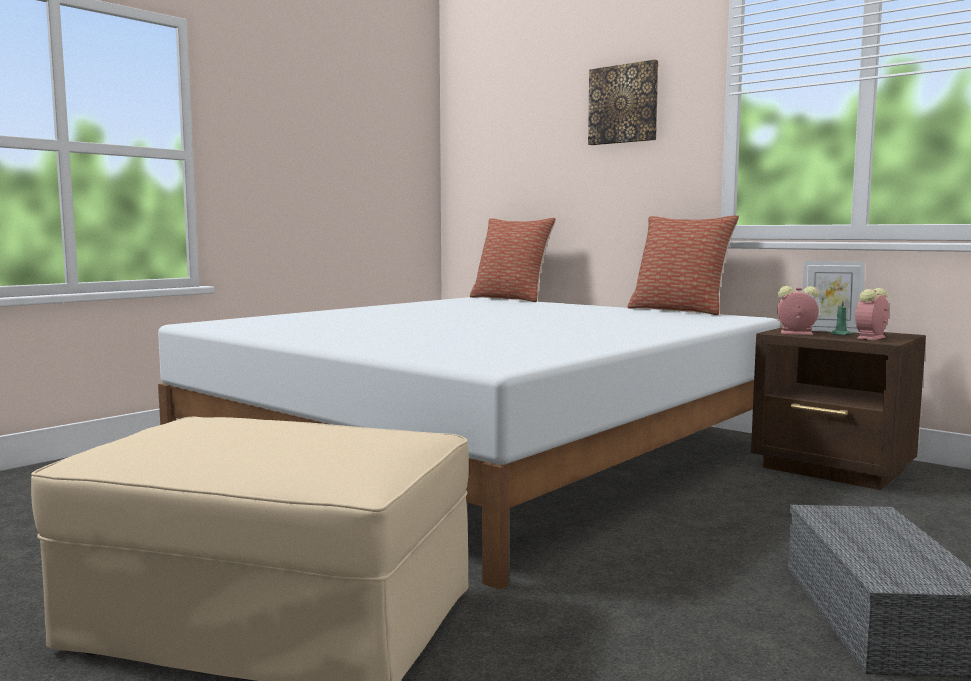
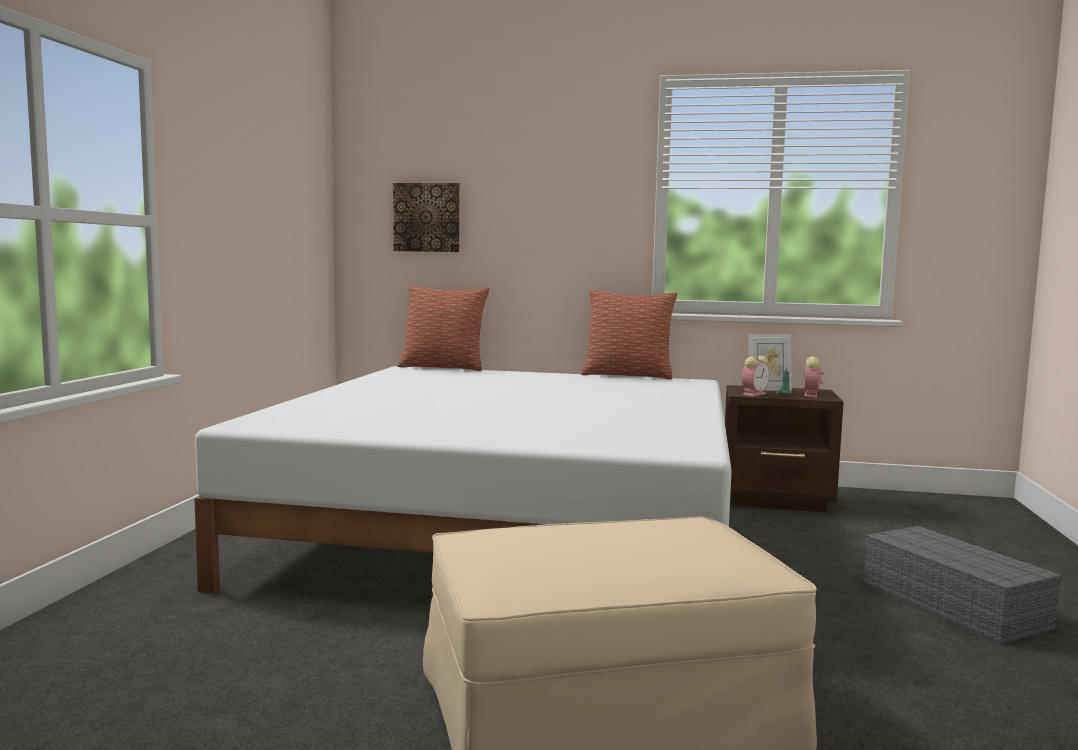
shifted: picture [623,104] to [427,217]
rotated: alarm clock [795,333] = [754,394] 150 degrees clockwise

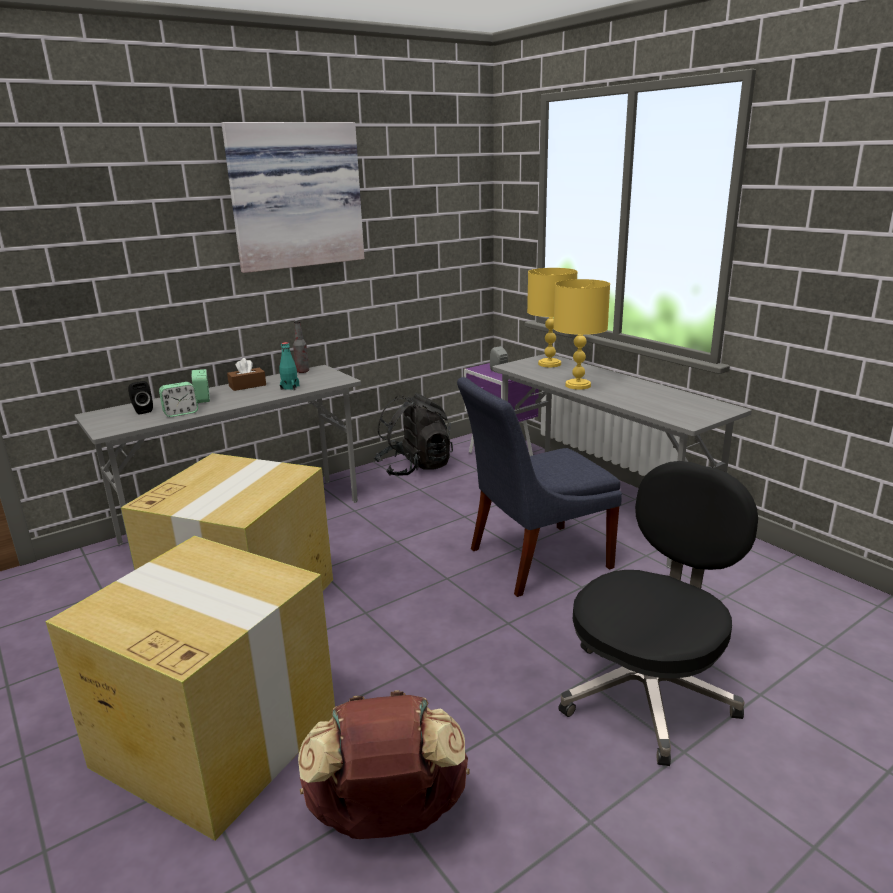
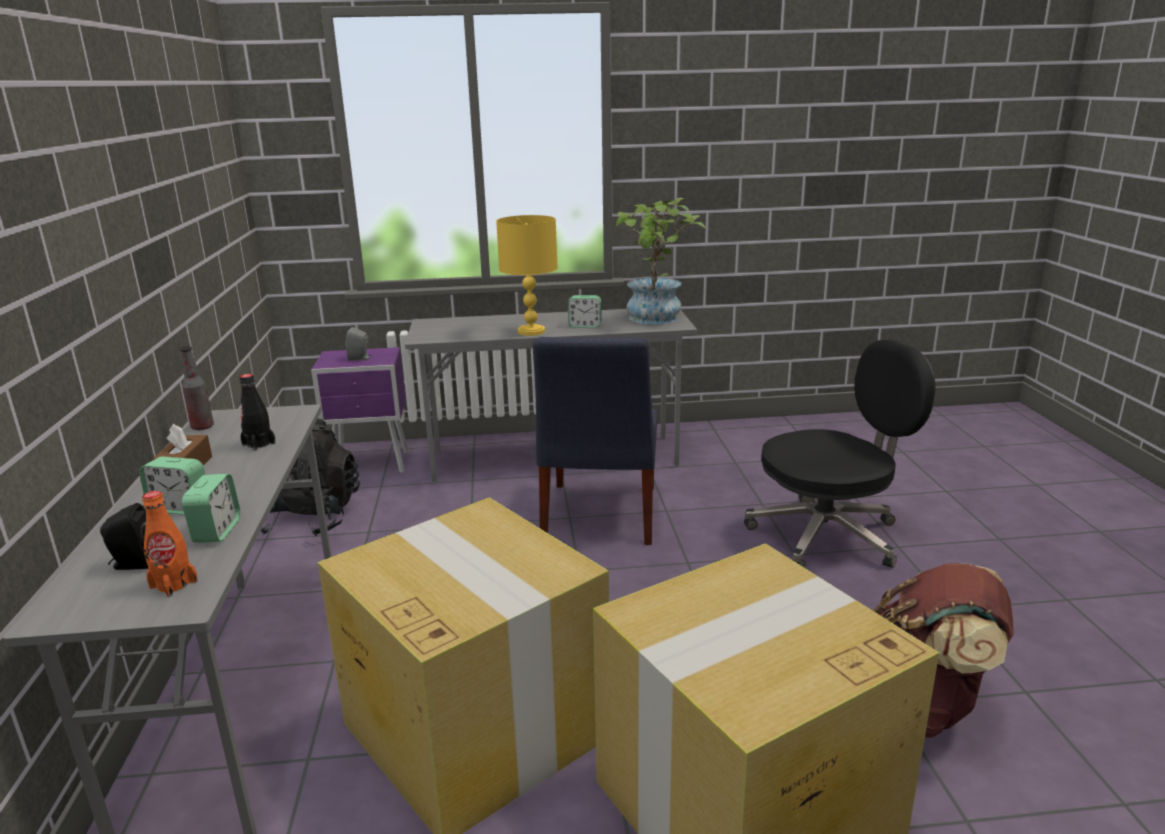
gone: picture [295,196]; yellow table lamp [550,364]
new: orange bottle [173,584]; alarm clock [585,325]; potted plant [656,319]
repainted: turquoise bottle [290,387] to black bottle [259,444]
rotated: black office chair [648,693] = [828,535] 90 degrees clockwise

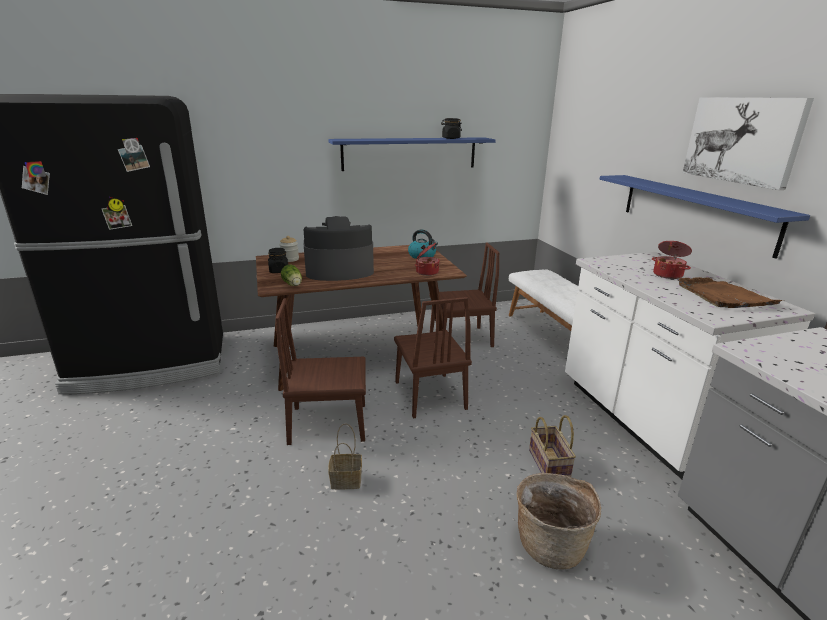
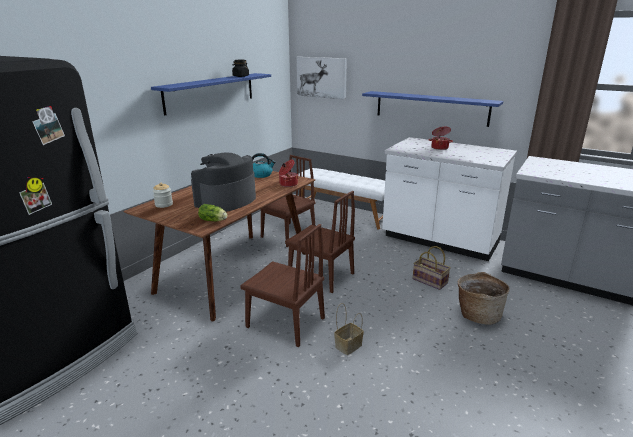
gone: black jar [278,271]; brown tray [724,296]
shifted: picture [742,140] to [322,77]
rotated: brown chair [328,423] = [285,322] 105 degrees counterclockwise

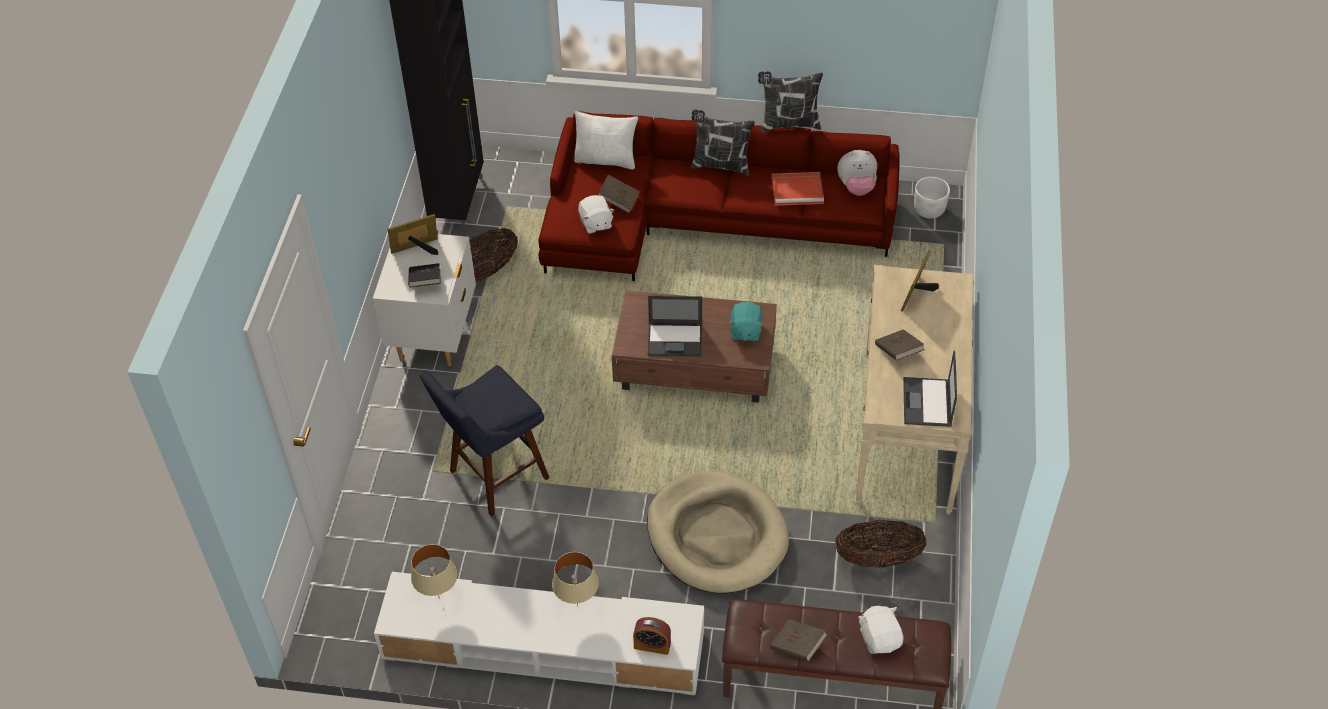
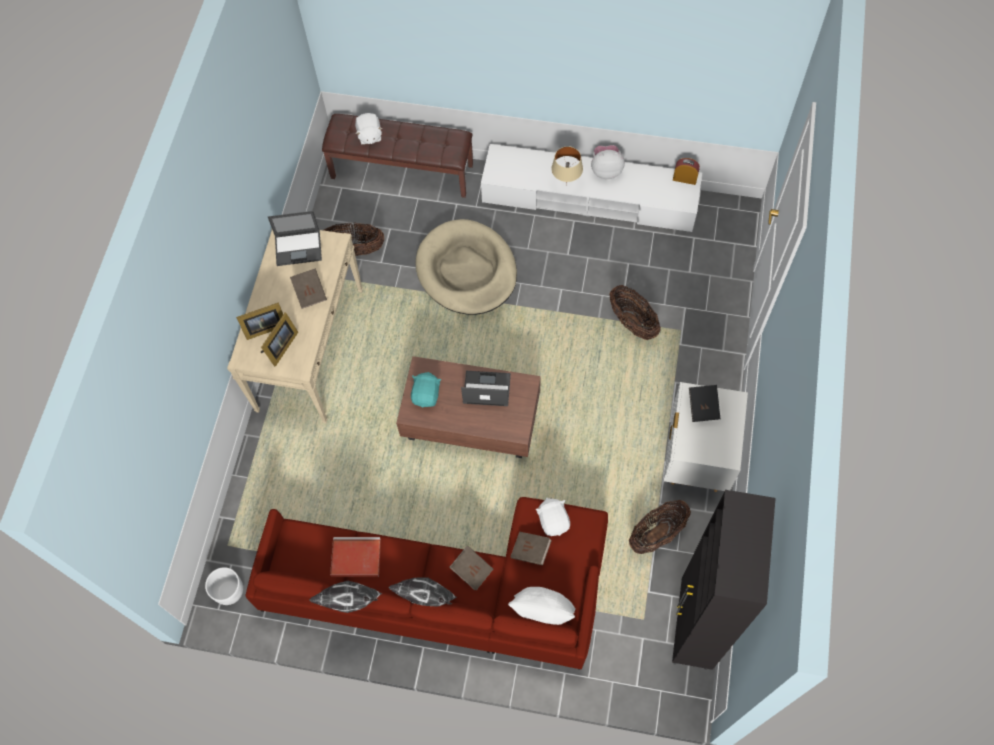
gone: beige table lamp [439,598]
shifted: picture frame [418,249] to [264,328]; alarm clock [652,645] to [684,178]; brown book [797,647] to [472,570]; plush toy [856,187] to [606,170]
swapped: blue stool [494,478] to basket [632,322]
rotated: laptop [927,403] = [299,247] 75 degrees clockwise

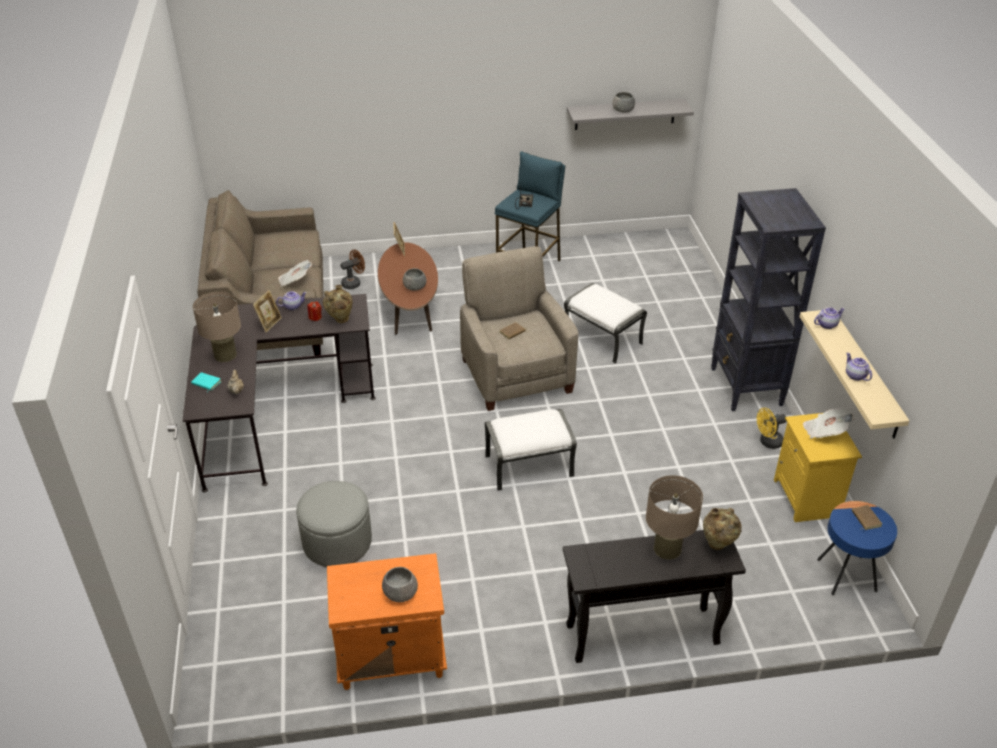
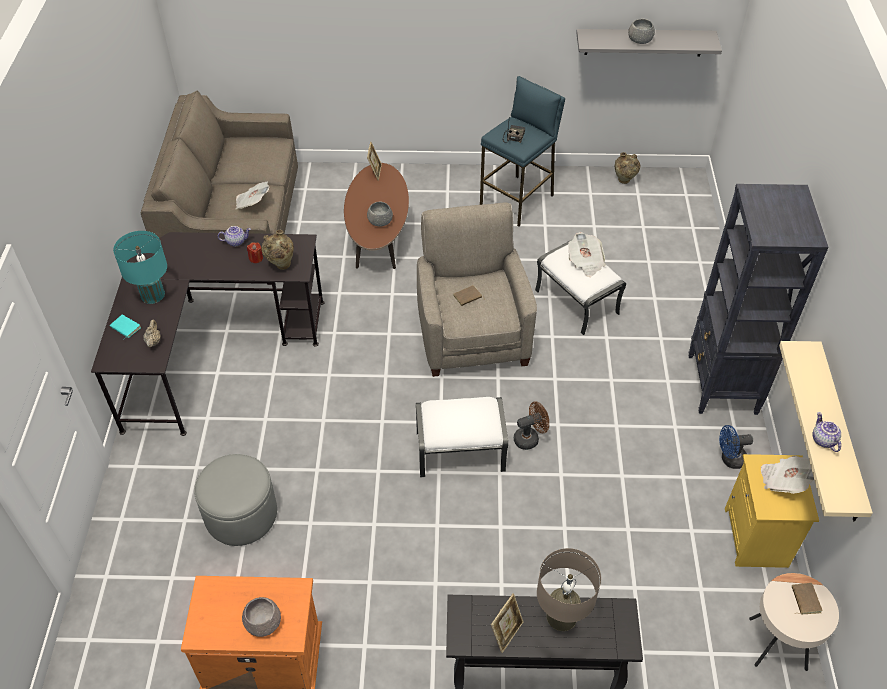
gone: teapot [826,324]
new: newspaper [585,262]
shifted: picture frame [269,323] to [506,633]; brown fan [354,283] to [530,438]; beige vase [718,546] to [624,181]
repainted: beige table lamp [225,355] to turquoise table lamp [152,295]; yellow fan [768,442] to blue fan [729,459]; blue side table [846,575] to beige side table [777,644]

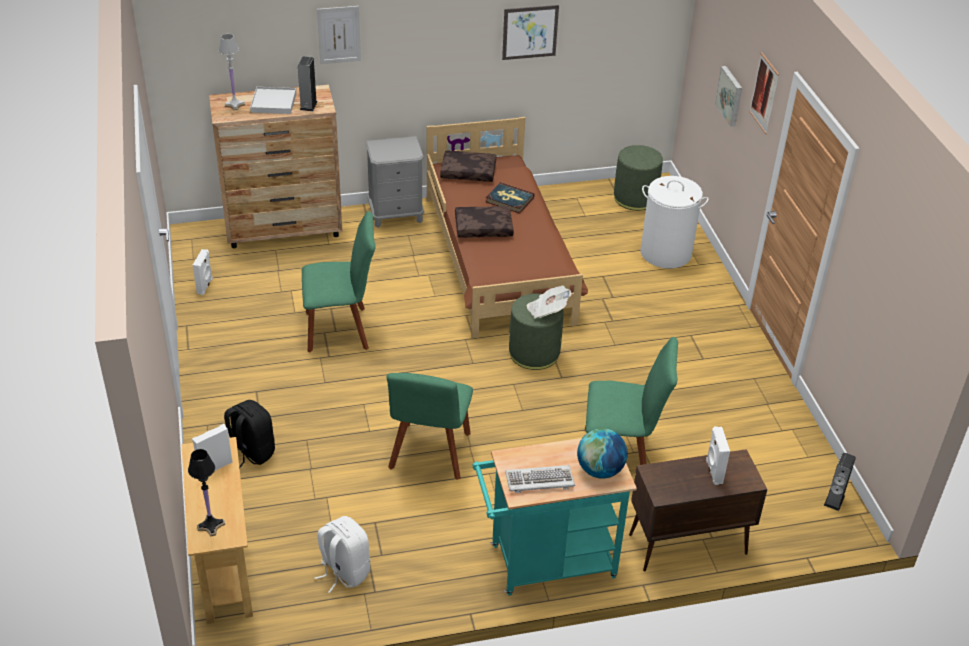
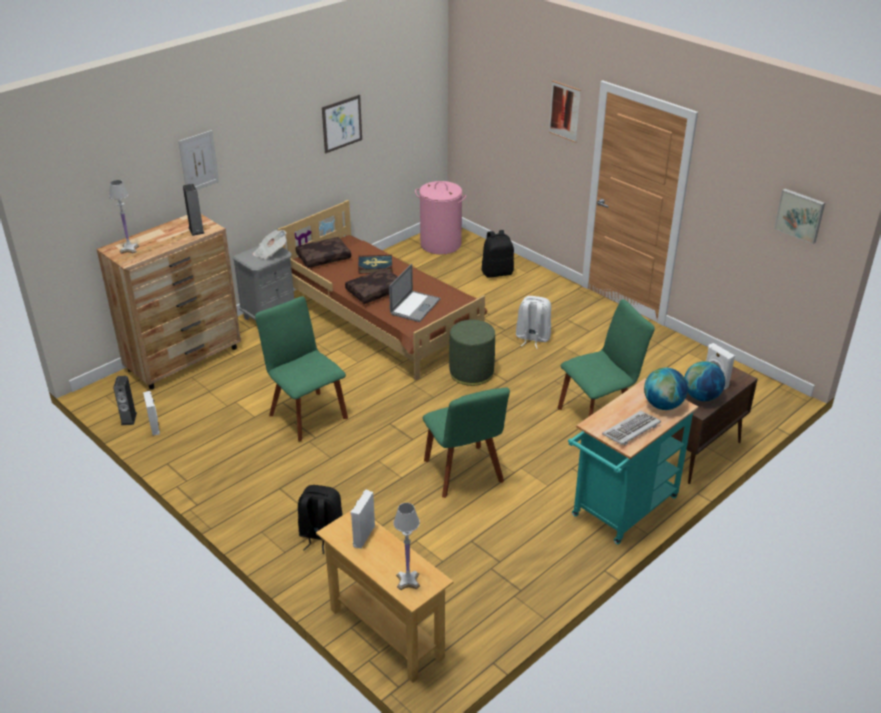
gone: white tray [274,102]
new: laptop [415,306]; globe [701,397]
shifted: white backpack [344,572] to [532,338]; newspaper [547,310] to [270,252]; picture [730,96] to [800,215]; speaker [834,500] to [129,419]
swapped: green ottoman [635,198] to pink laundry basket [440,244]; white laundry basket [666,253] to black backpack [497,273]
repainted: black table lamp [210,525] to white table lamp [407,581]
rotated: green chair [341,329] = [306,414] 90 degrees counterclockwise

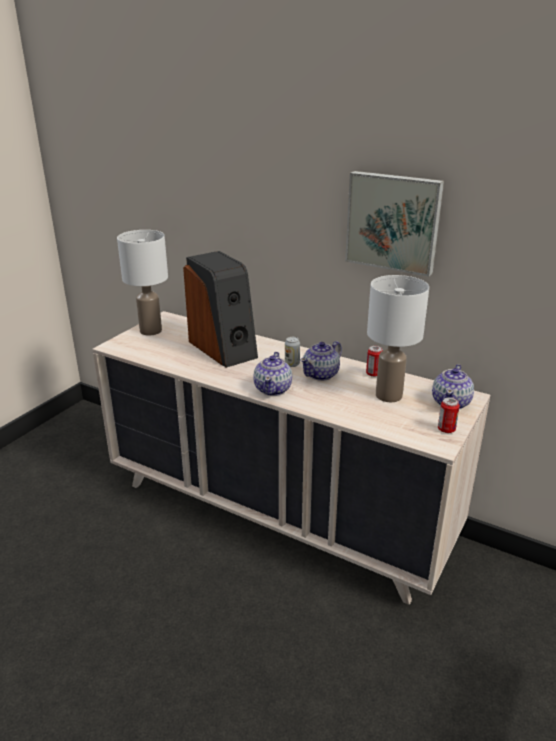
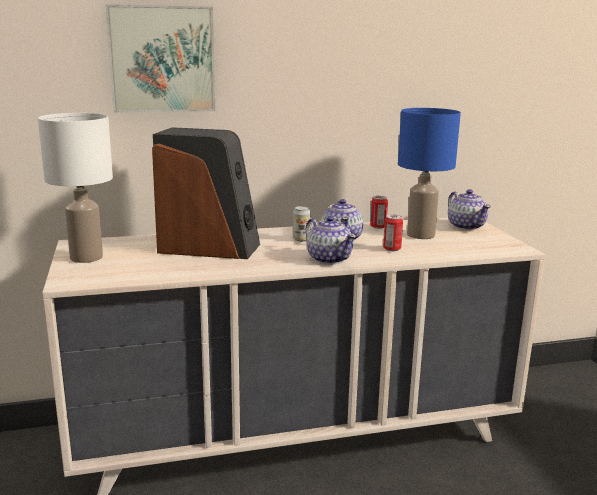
shifted: picture [393,222] to [162,59]; can [446,429] to [392,249]
repainted: white table lamp [388,395] to blue table lamp [419,235]

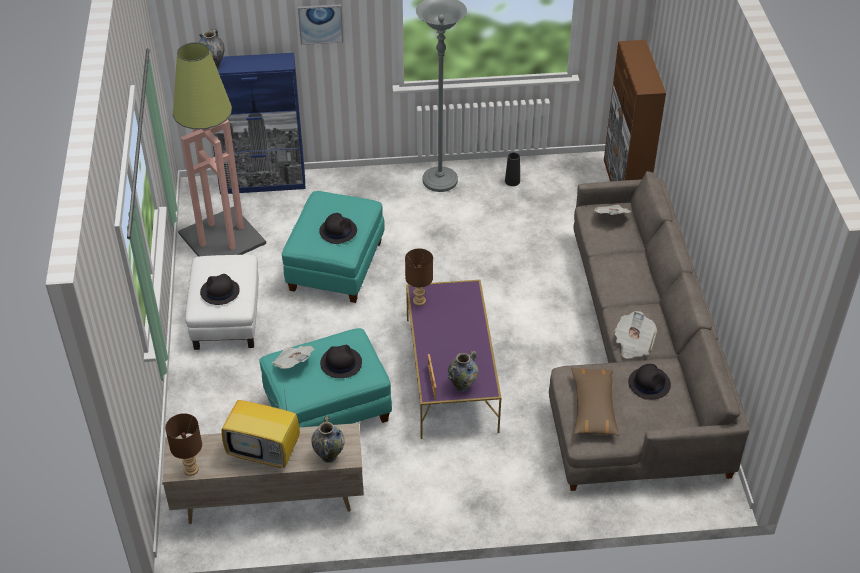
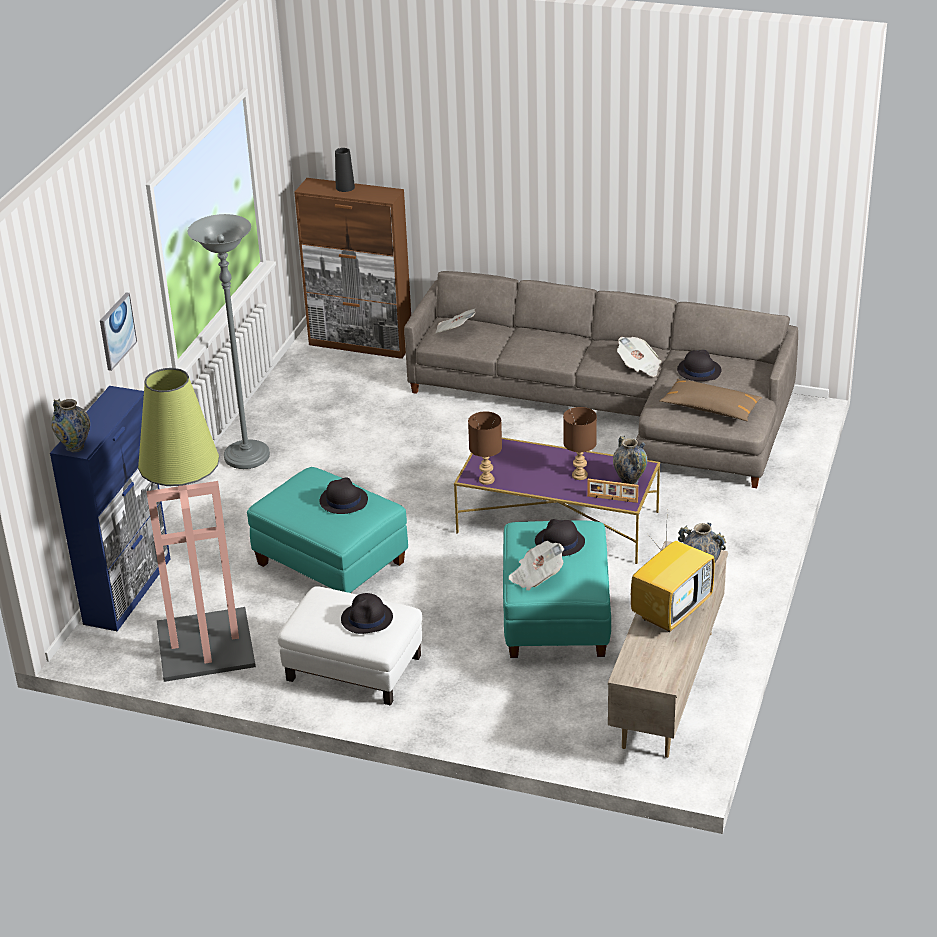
shifted: brown table lamp [191,469] to [579,475]; black vase [512,181] to [345,187]

